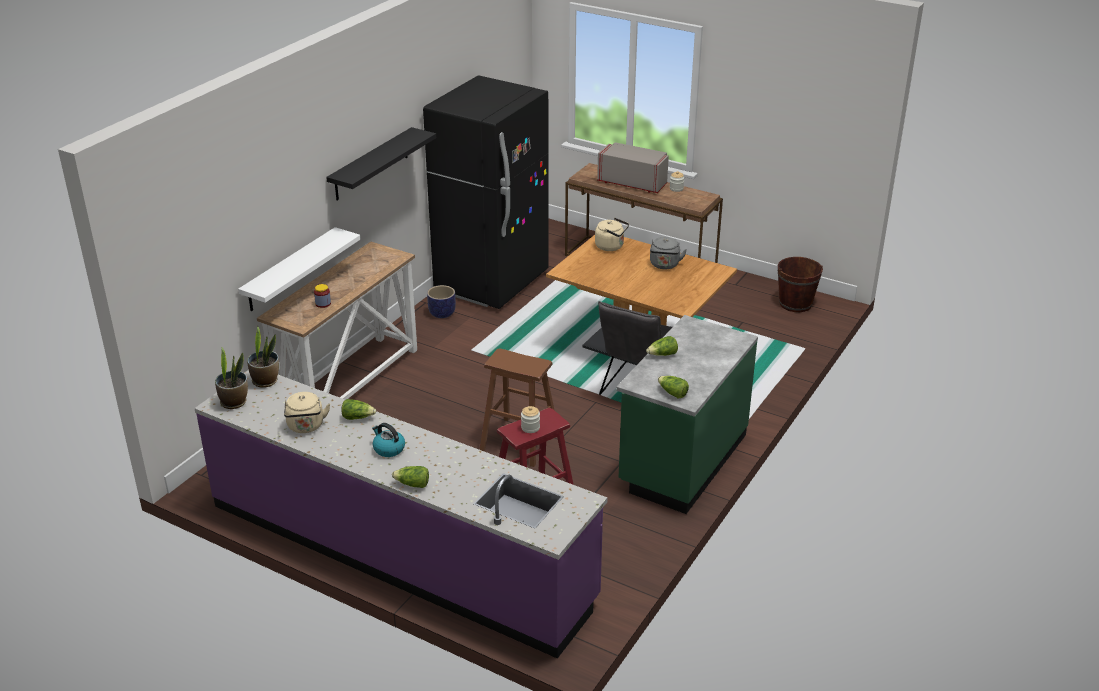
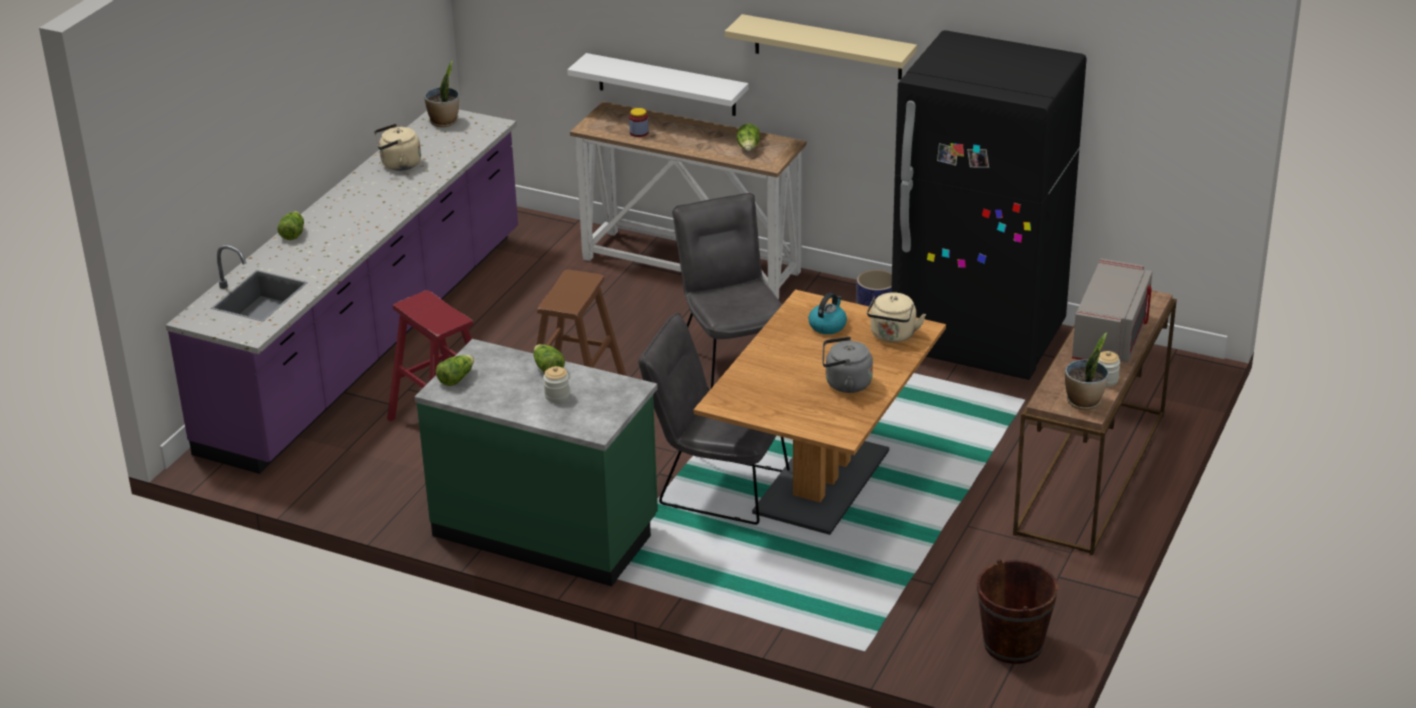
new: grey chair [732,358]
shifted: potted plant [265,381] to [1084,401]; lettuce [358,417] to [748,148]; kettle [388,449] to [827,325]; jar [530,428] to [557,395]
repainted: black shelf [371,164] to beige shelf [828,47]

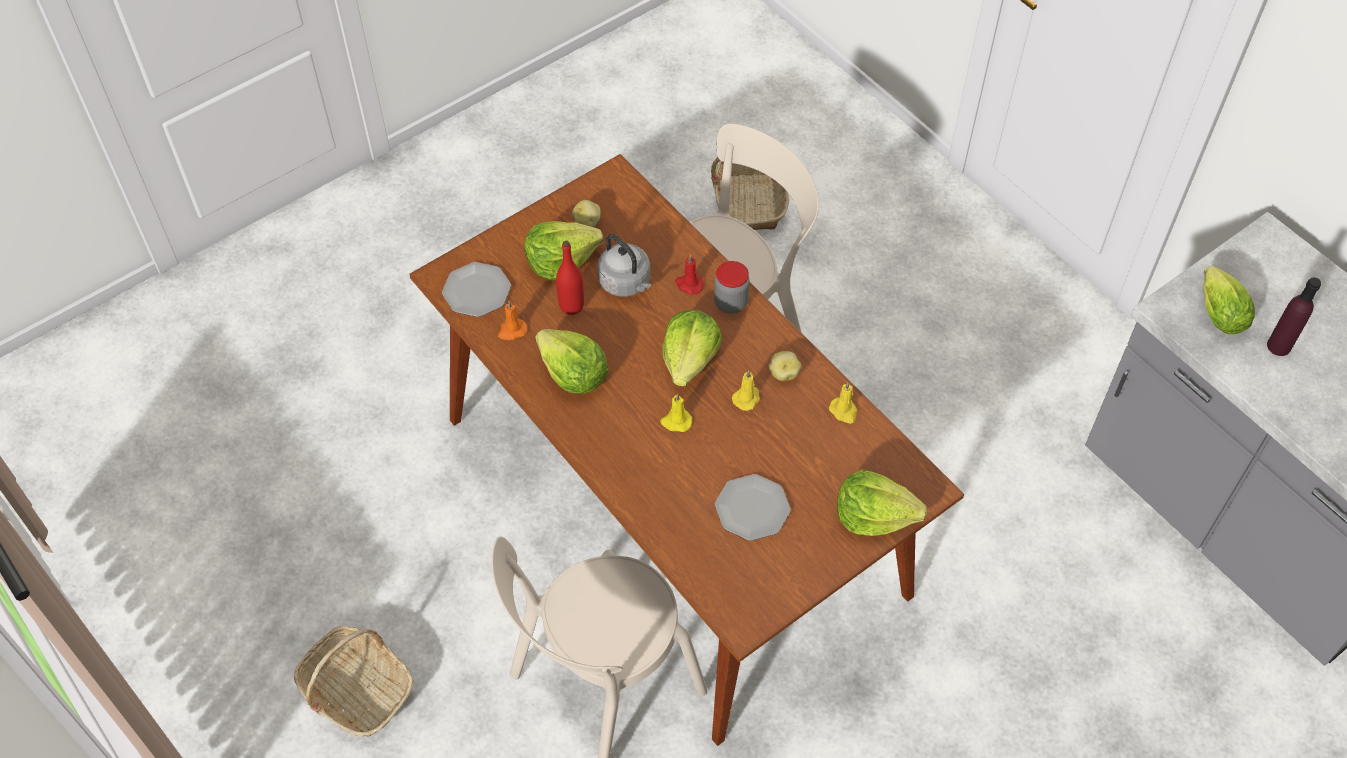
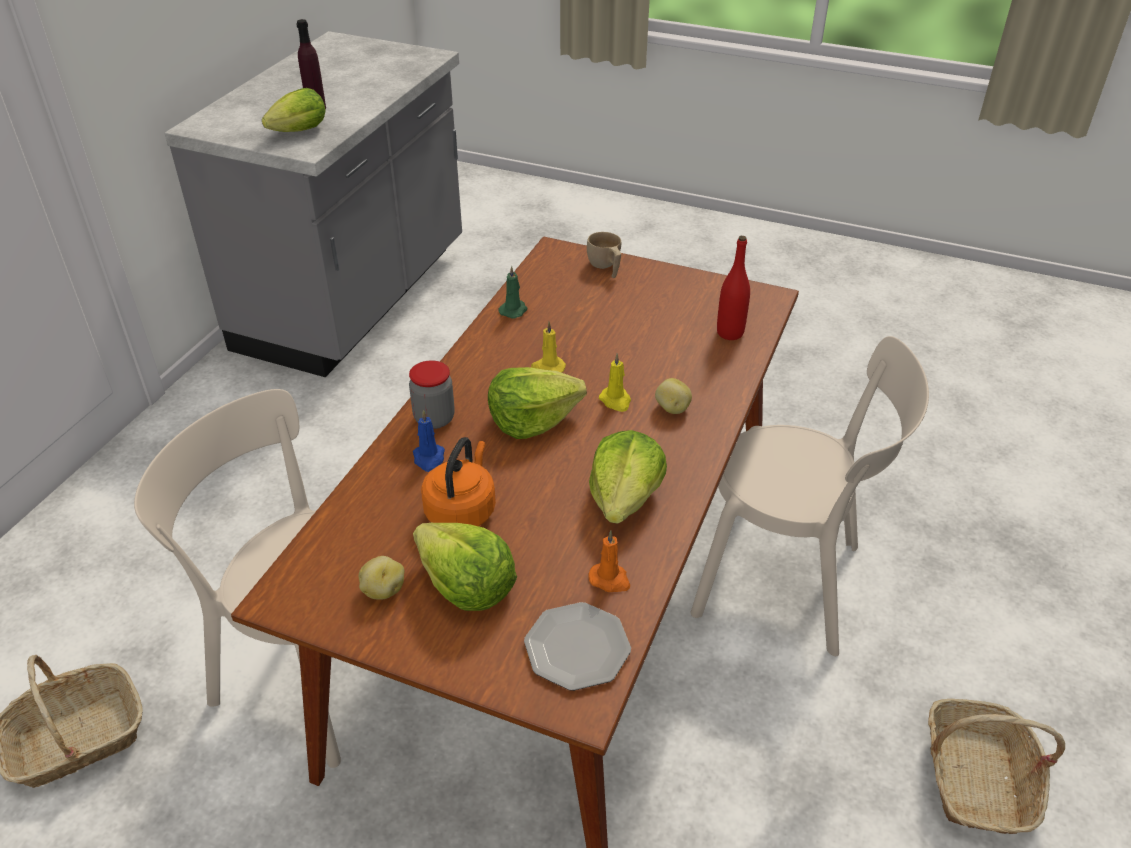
gone: plate [752,509]
shifted: red bottle [571,306] to [730,333]; potato [783,373] to [672,408]
swapped: lettuce [873,515] to beige cup [605,267]
repainted: grey kettle [626,283] to orange kettle [462,509]; red candle [688,284] to blue candle [429,459]; yellow candle [844,411] to green candle [514,310]

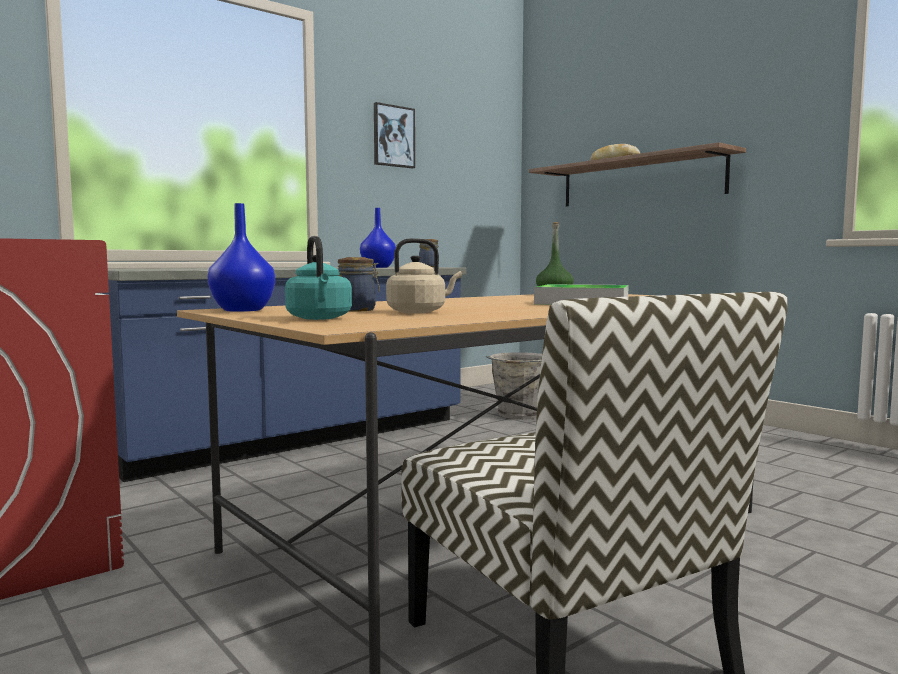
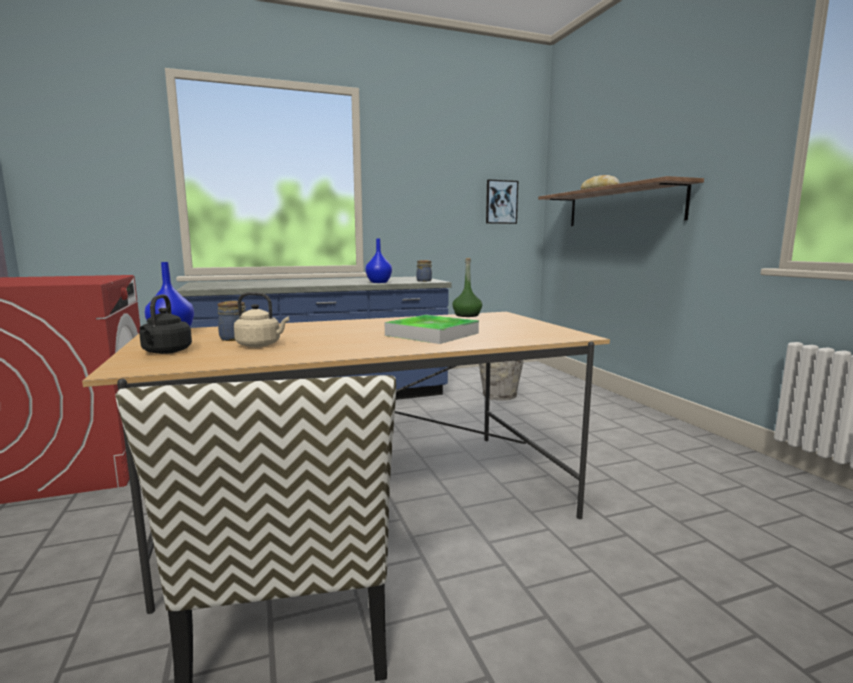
shifted: picture [393,136] to [501,202]
repainted: turquoise kettle [319,318] to black kettle [166,352]

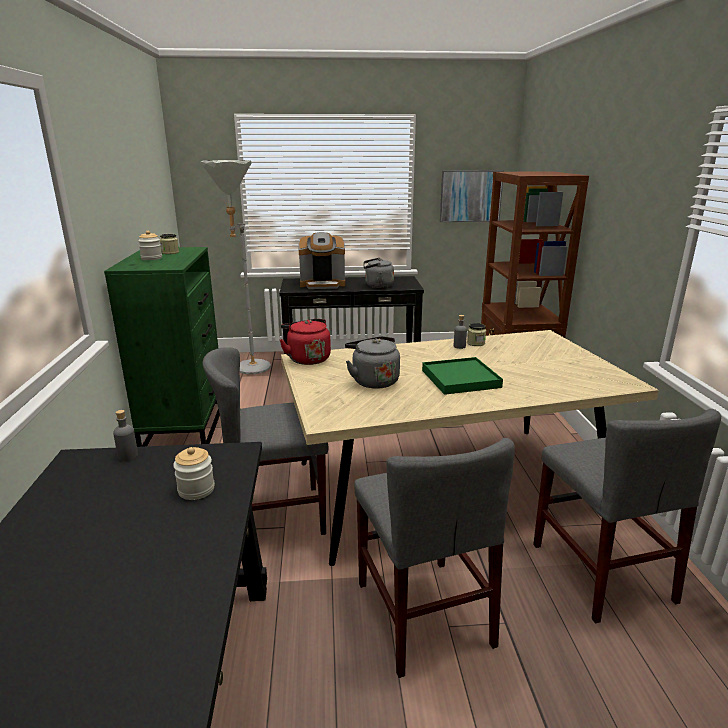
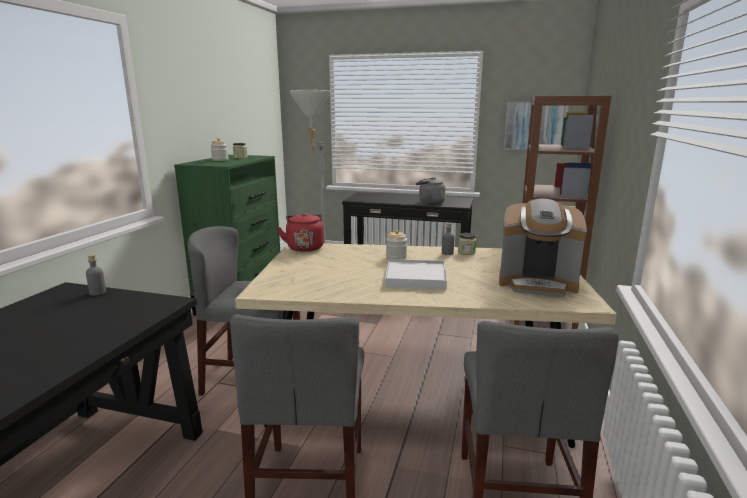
gone: grey kettle [373,381]
shifted: jar [196,490] to [396,257]; coffee machine [323,284] to [537,283]
repainted: green tray [460,379] to white tray [416,277]

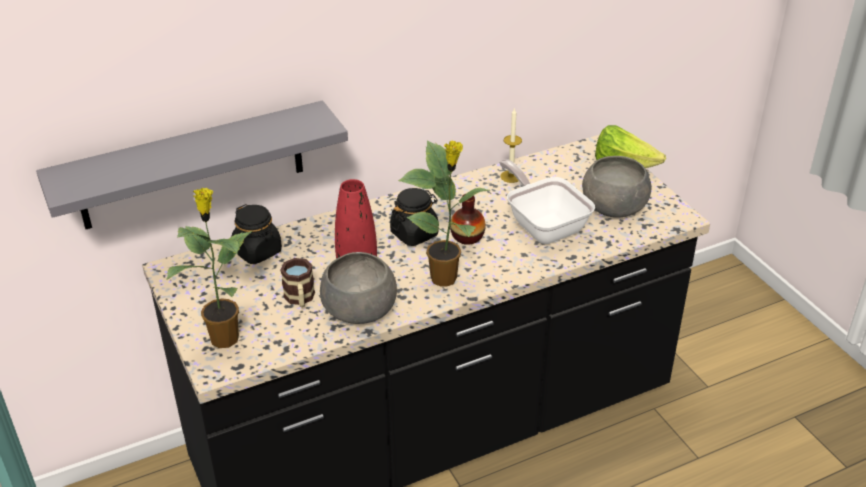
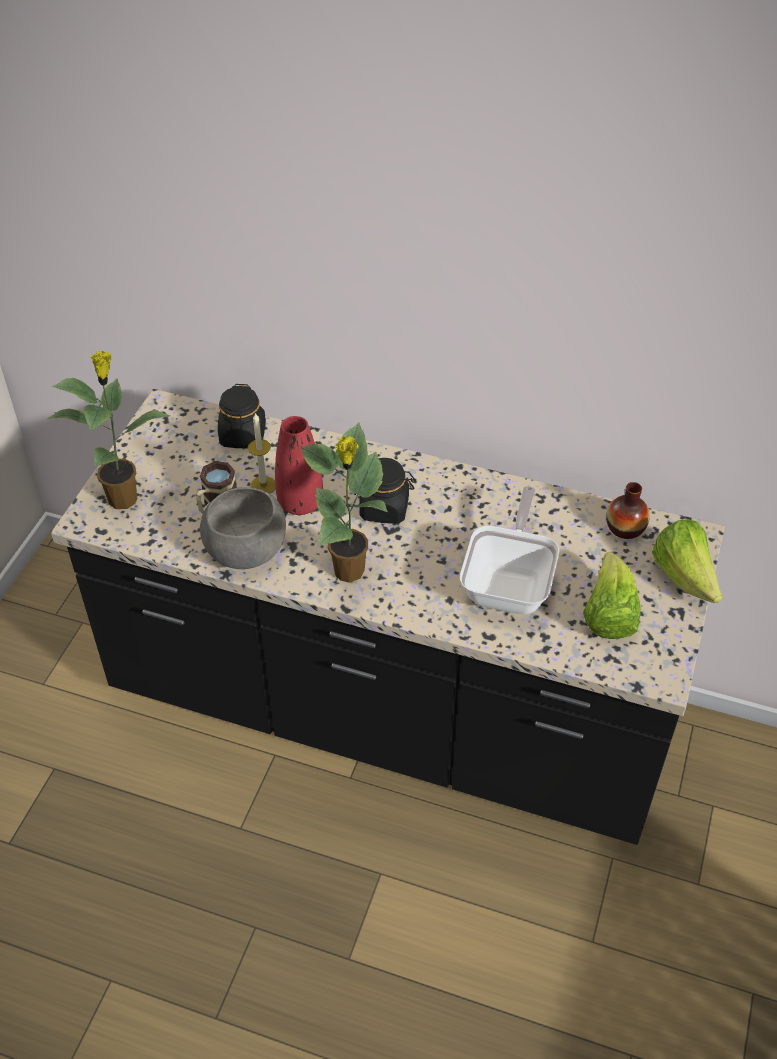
gone: grey shelf [192,166]
shifted: vase [467,237] to [625,528]; candle [510,176] to [263,485]
swapped: grey bowl [614,207] to lettuce [608,615]

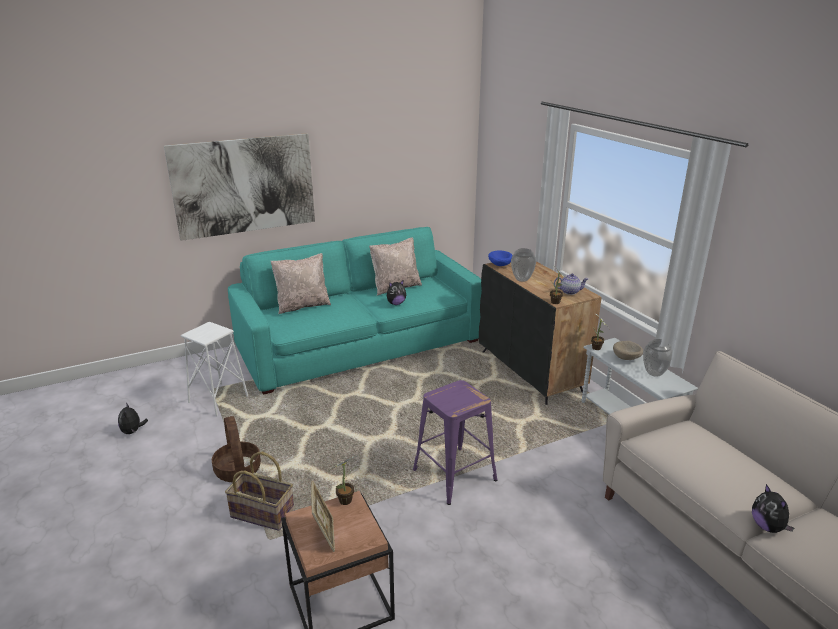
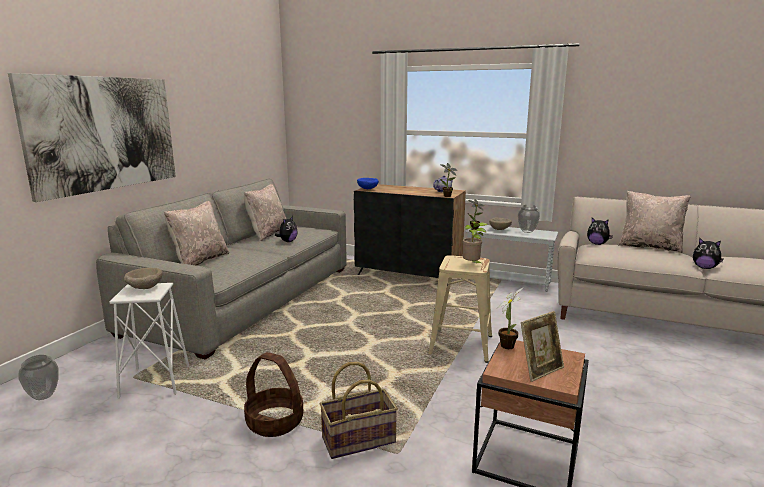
new: beige bowl [144,288]; potted plant [472,265]; beige pillow [649,247]
shifted: plush toy [133,431] to [597,244]; vase [521,279] to [43,396]
repainted: turquoise sofa [359,344] to grey sofa [246,298]; purple stool [454,474] to beige stool [460,345]
rotated: picture frame [324,535] = [540,370] 105 degrees clockwise

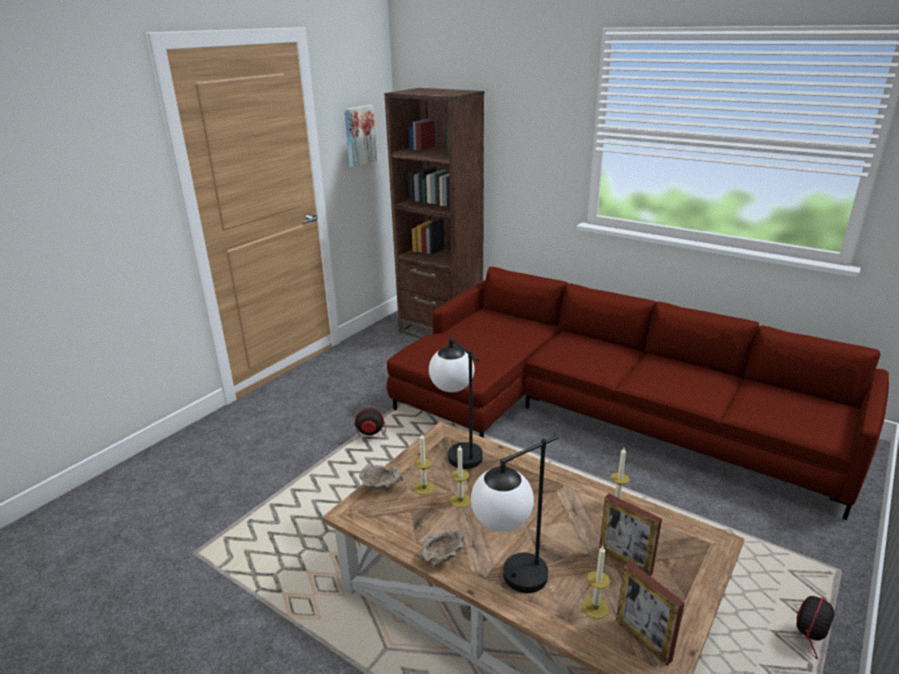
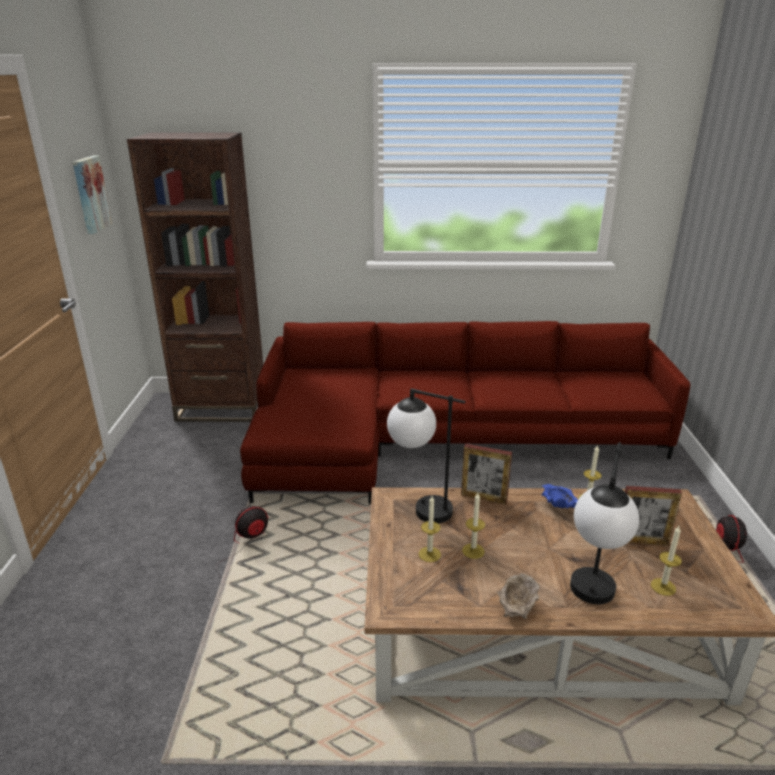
gone: beige bowl [382,488]
new: blue bowl [557,507]
shifted: picture frame [643,640] to [483,498]

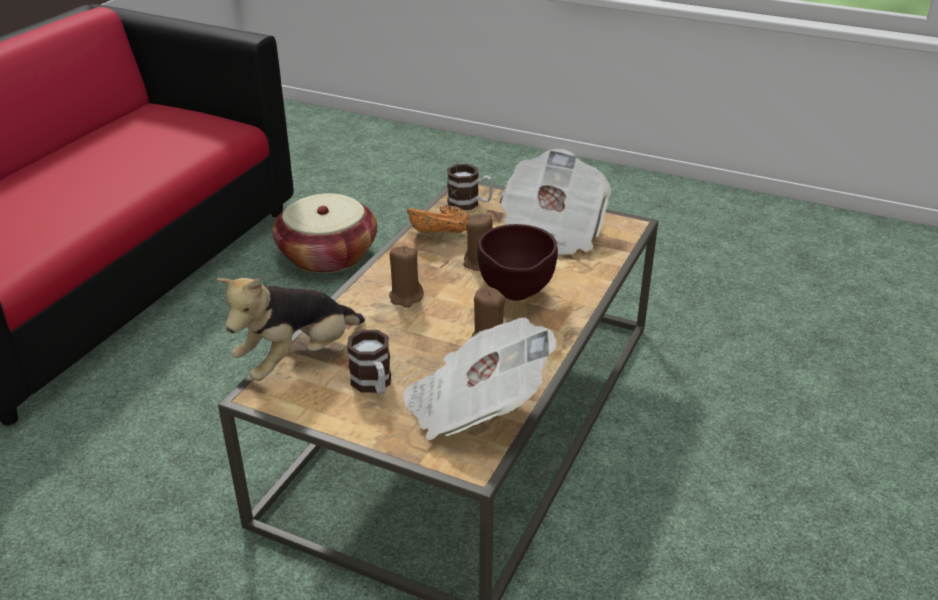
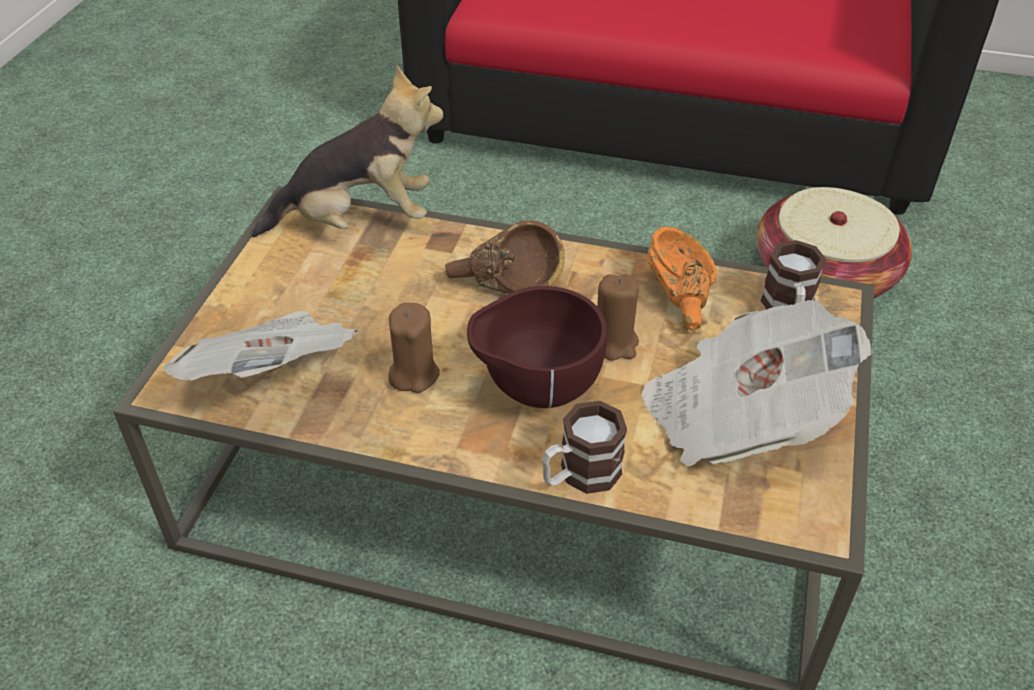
shifted: mug [374,385] to [579,475]
swapped: brown candle [406,297] to brown bowl [505,283]
rotated: plush toy [298,359] = [359,221] 135 degrees clockwise

